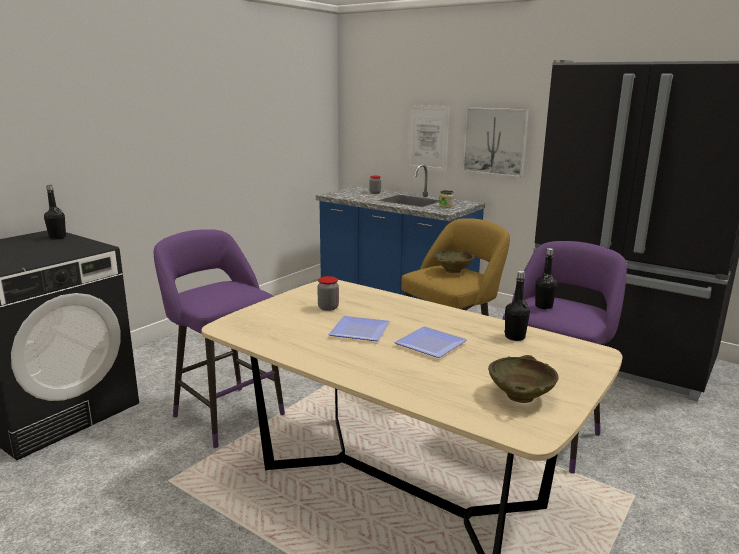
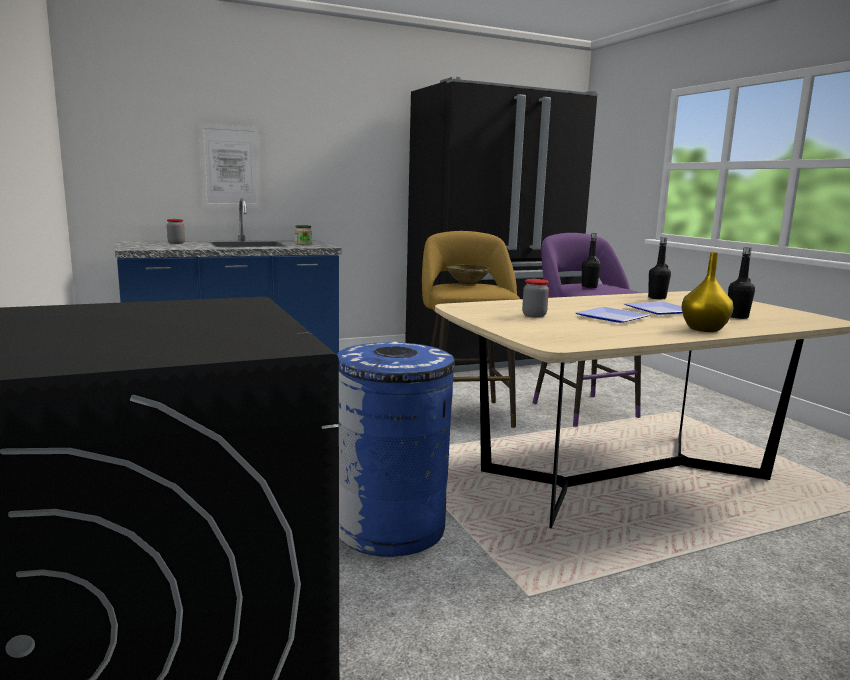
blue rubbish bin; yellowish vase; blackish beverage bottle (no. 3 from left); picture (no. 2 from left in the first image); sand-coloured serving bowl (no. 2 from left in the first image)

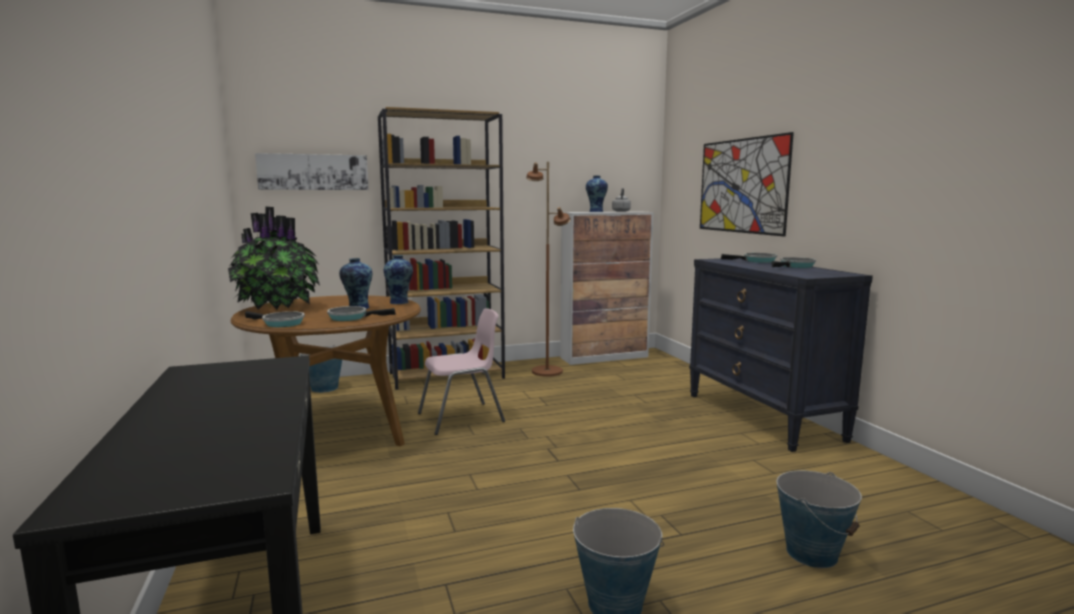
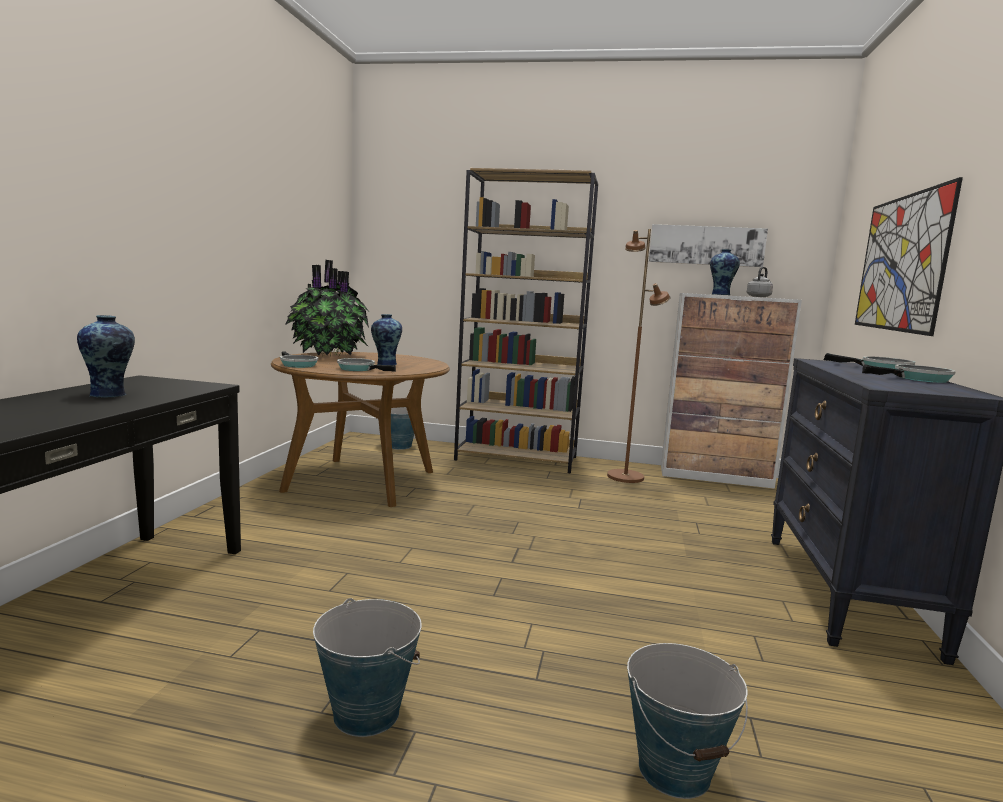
vase (no. 1 from left); picture (no. 1 from left); pink-coloured chair

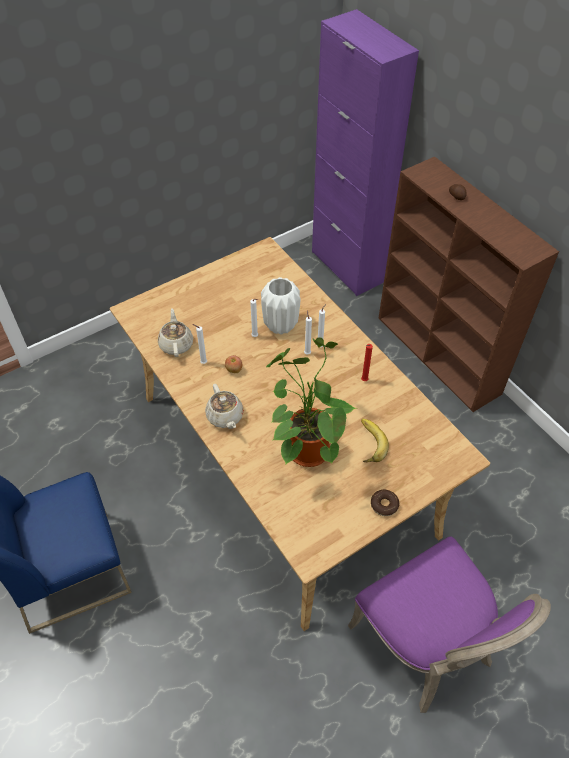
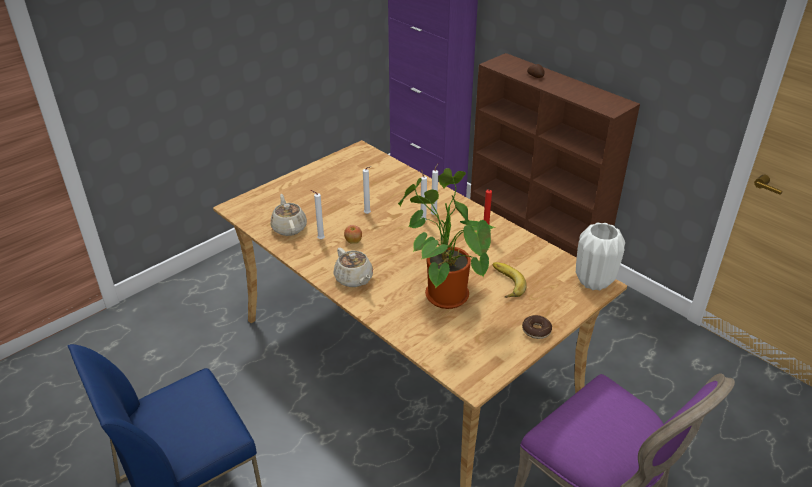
white-coloured vase

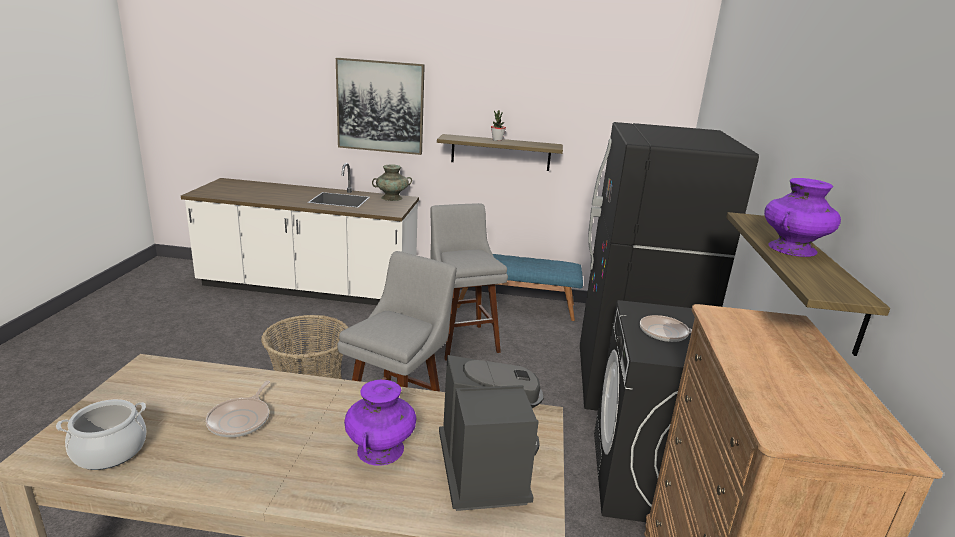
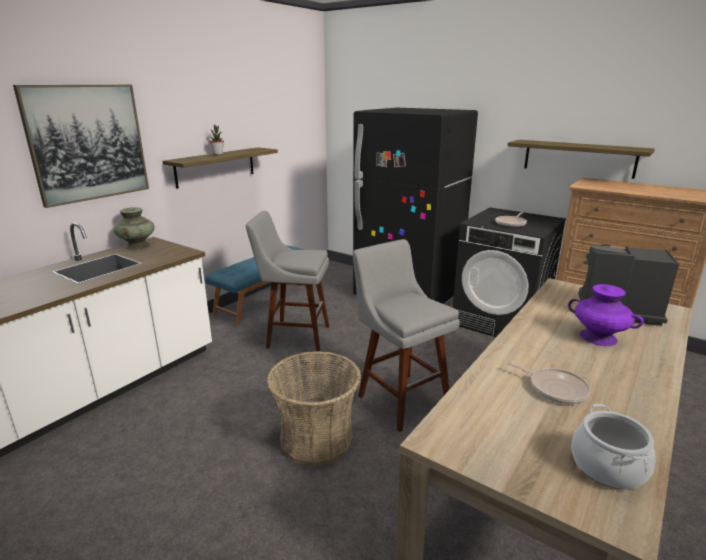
purple vase (no. 2 from left in the first image)

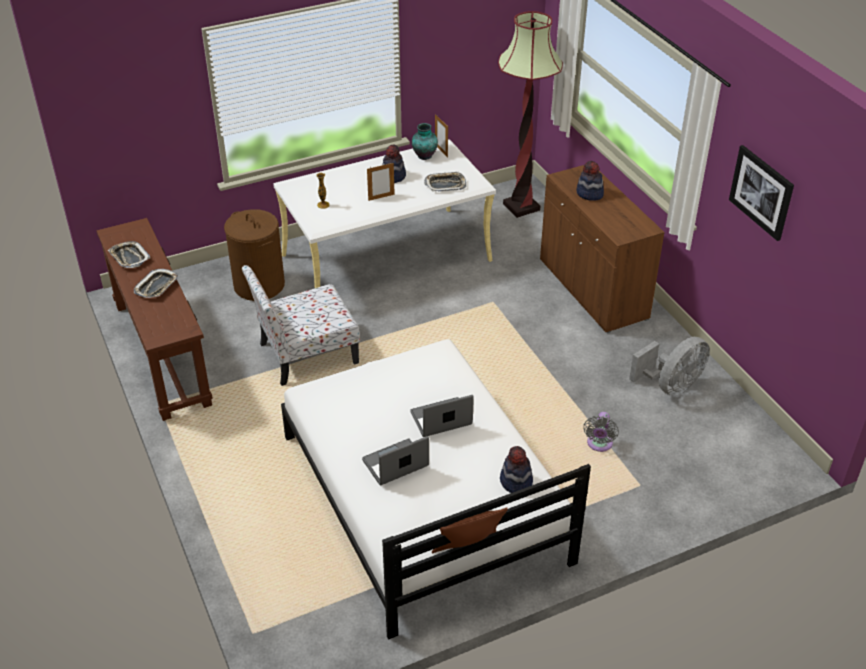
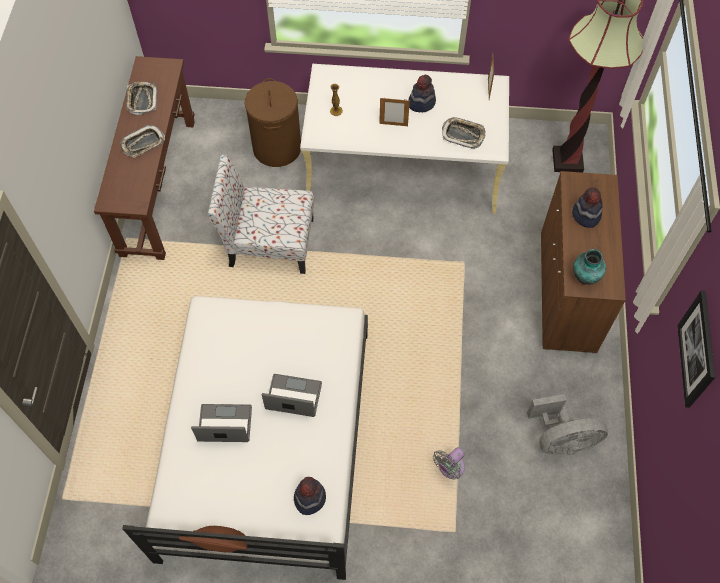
vase (no. 2 from left)

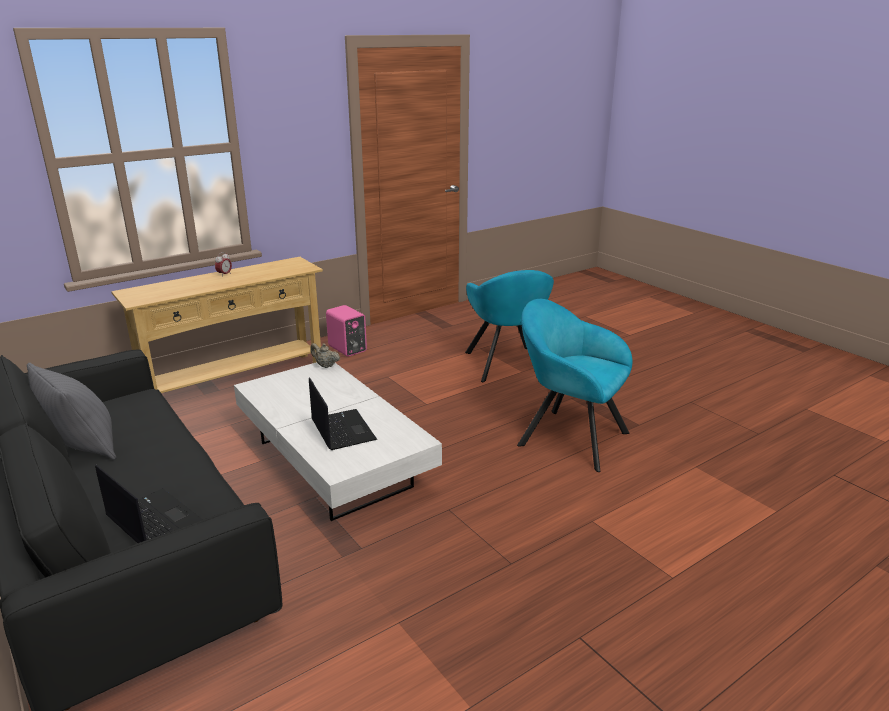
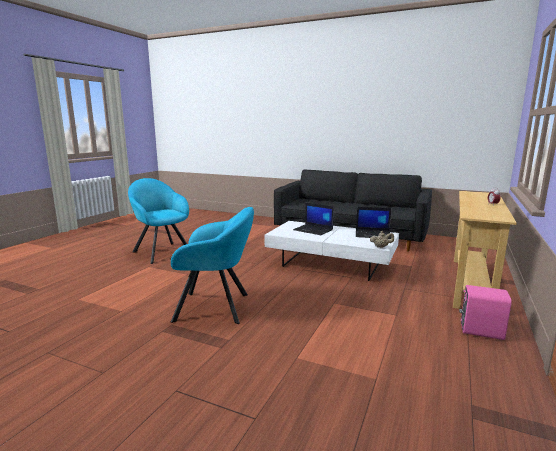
turquoise-coloured armchair (no. 1 from left); laptop (no. 2 from left); grey throw pillow

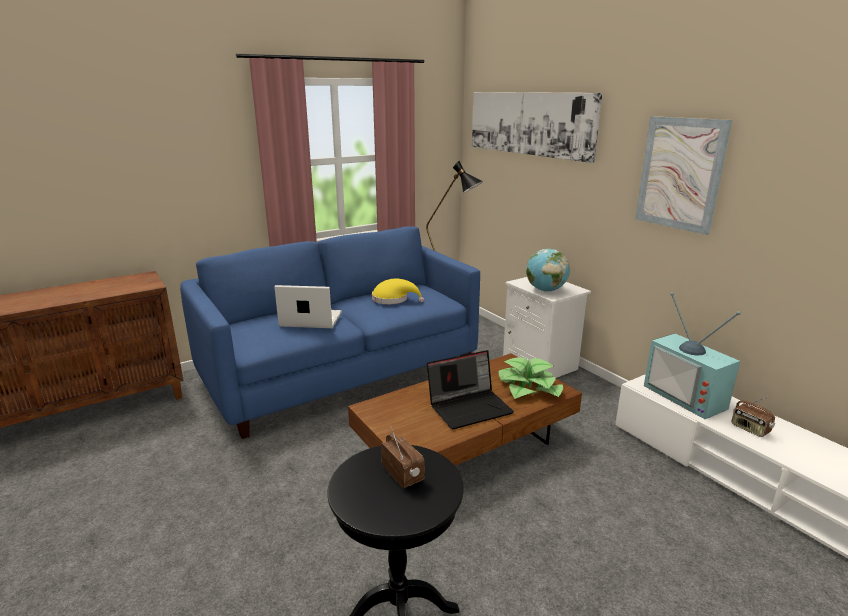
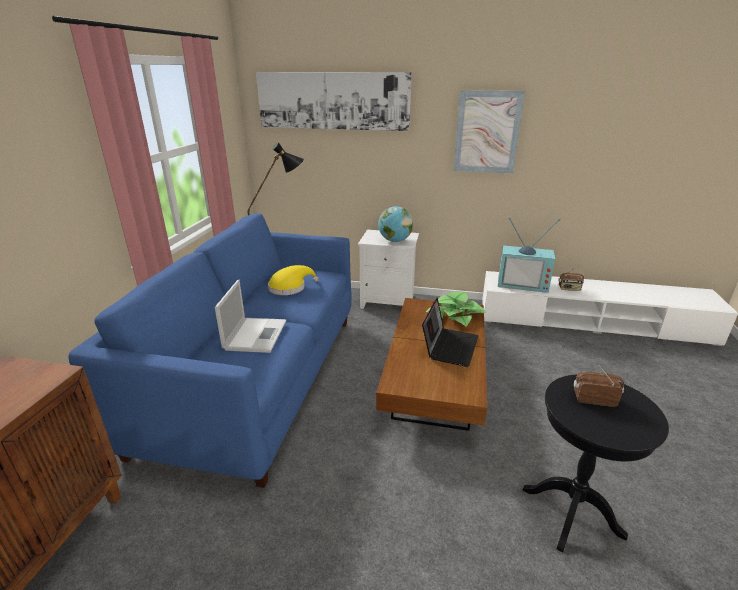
laptop (no. 1 from left)

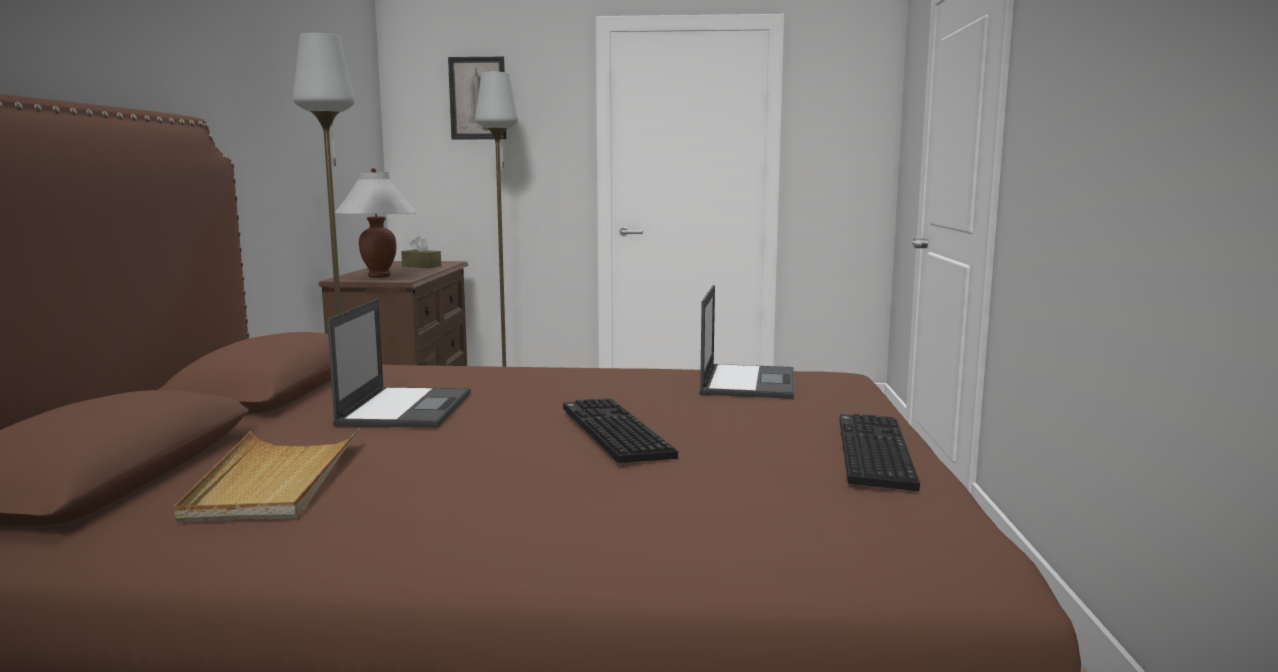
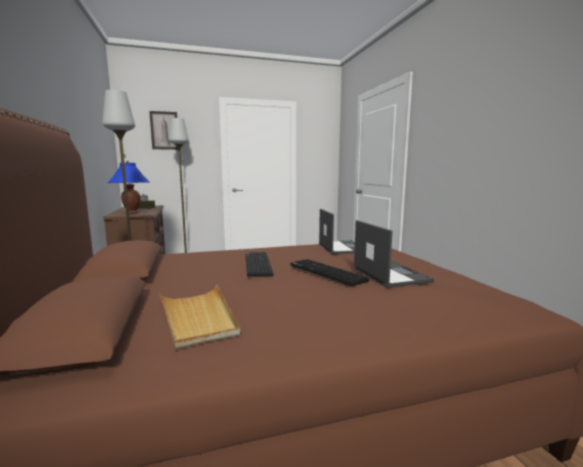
blue table lamp; PC keyboard (no. 1 from left); laptop (no. 2 from left)

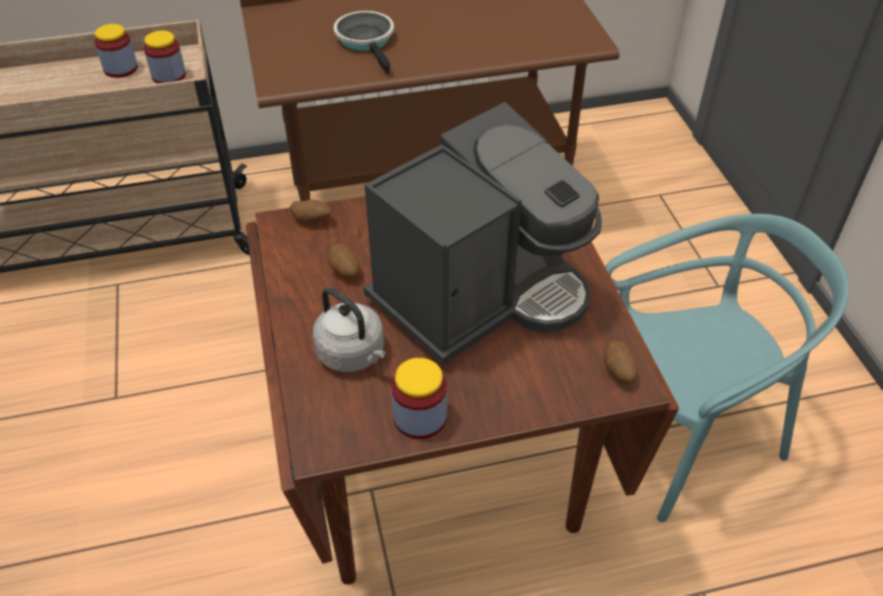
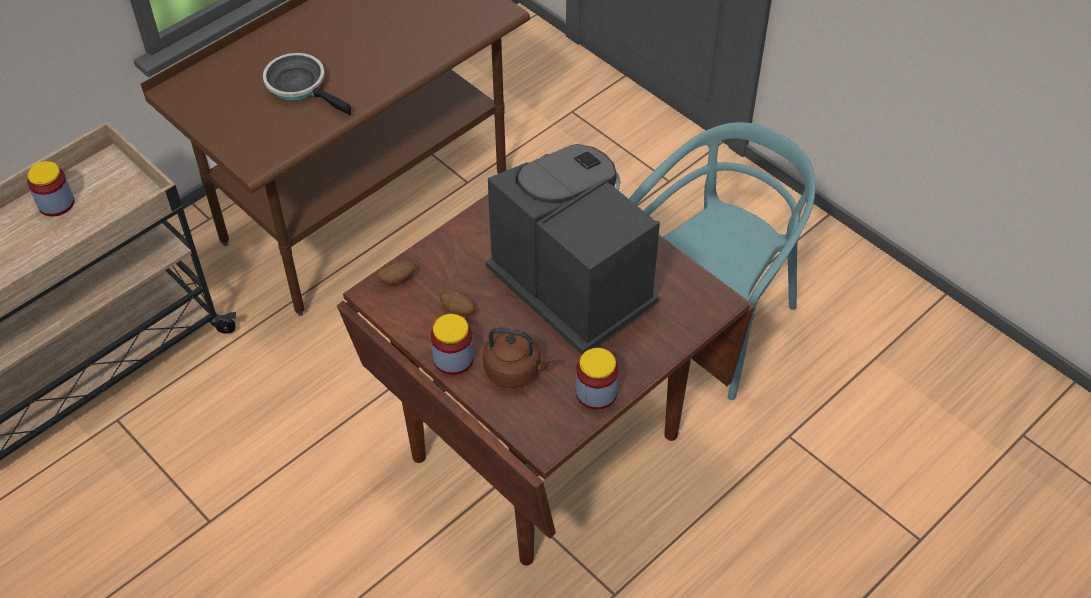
jar (no. 2 from left); brown-coloured kettle; coffee maker; potato (no. 3 from left in the first image)

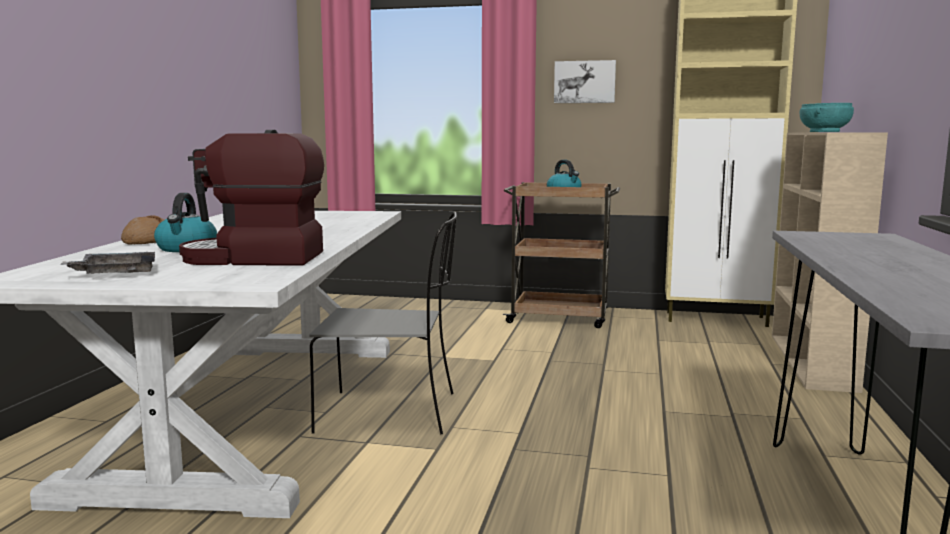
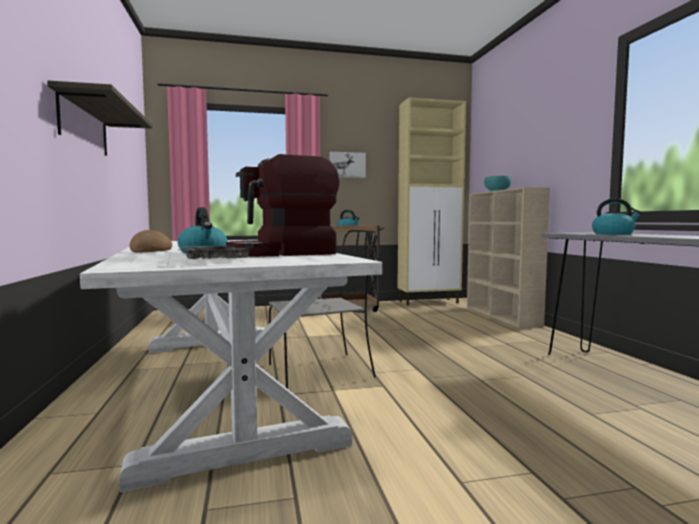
shelf; kettle (no. 3 from left)

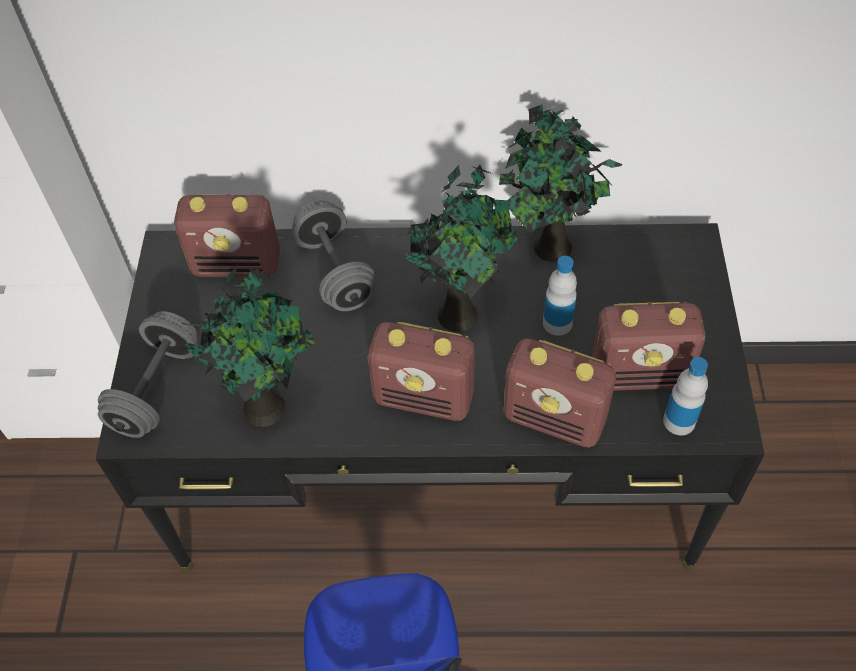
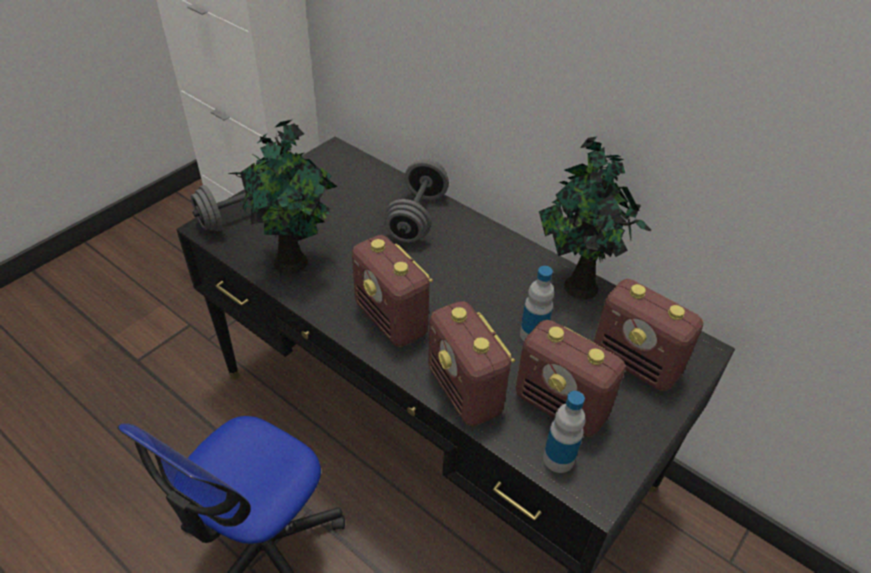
radio (no. 4 from left); potted plant (no. 2 from left in the first image)

